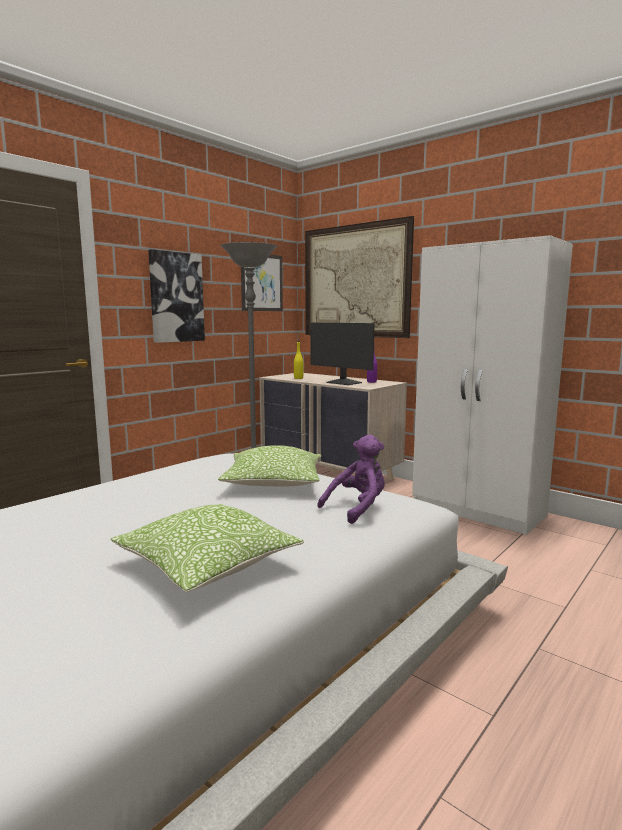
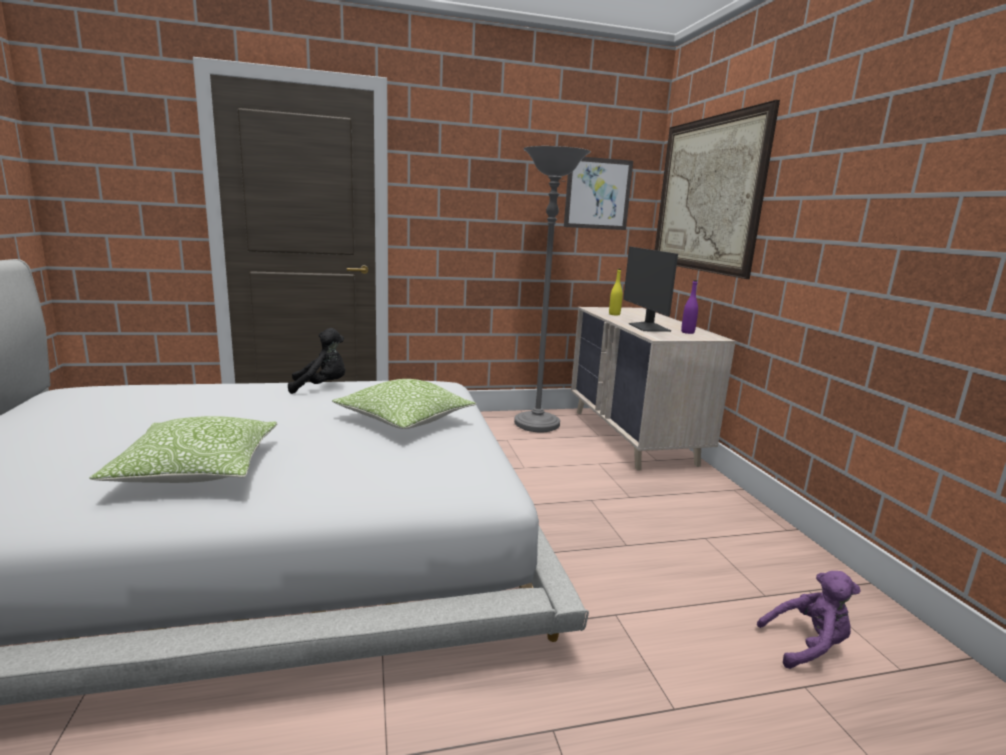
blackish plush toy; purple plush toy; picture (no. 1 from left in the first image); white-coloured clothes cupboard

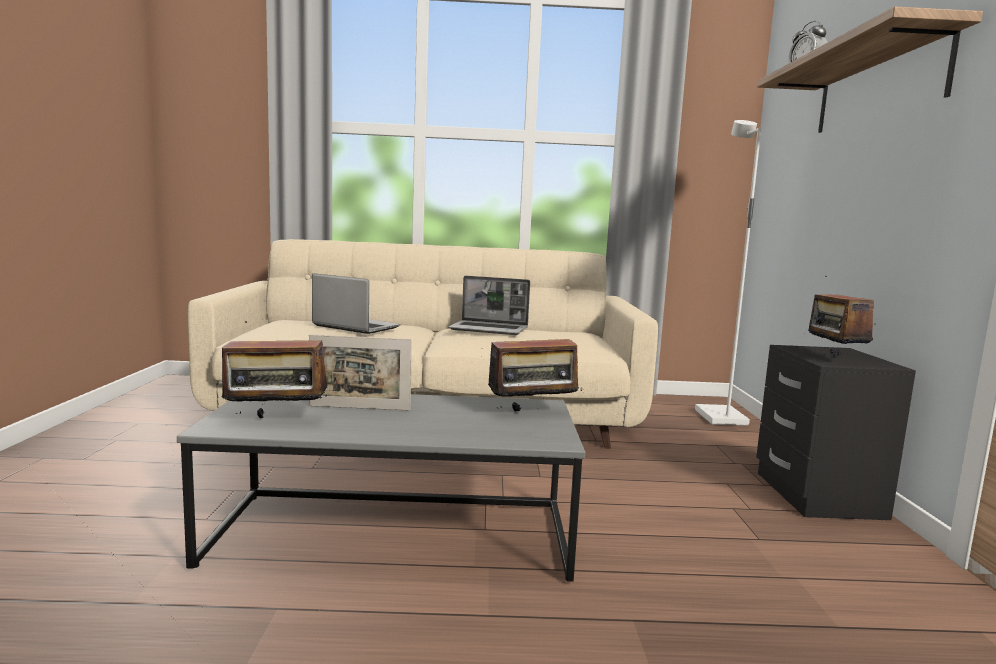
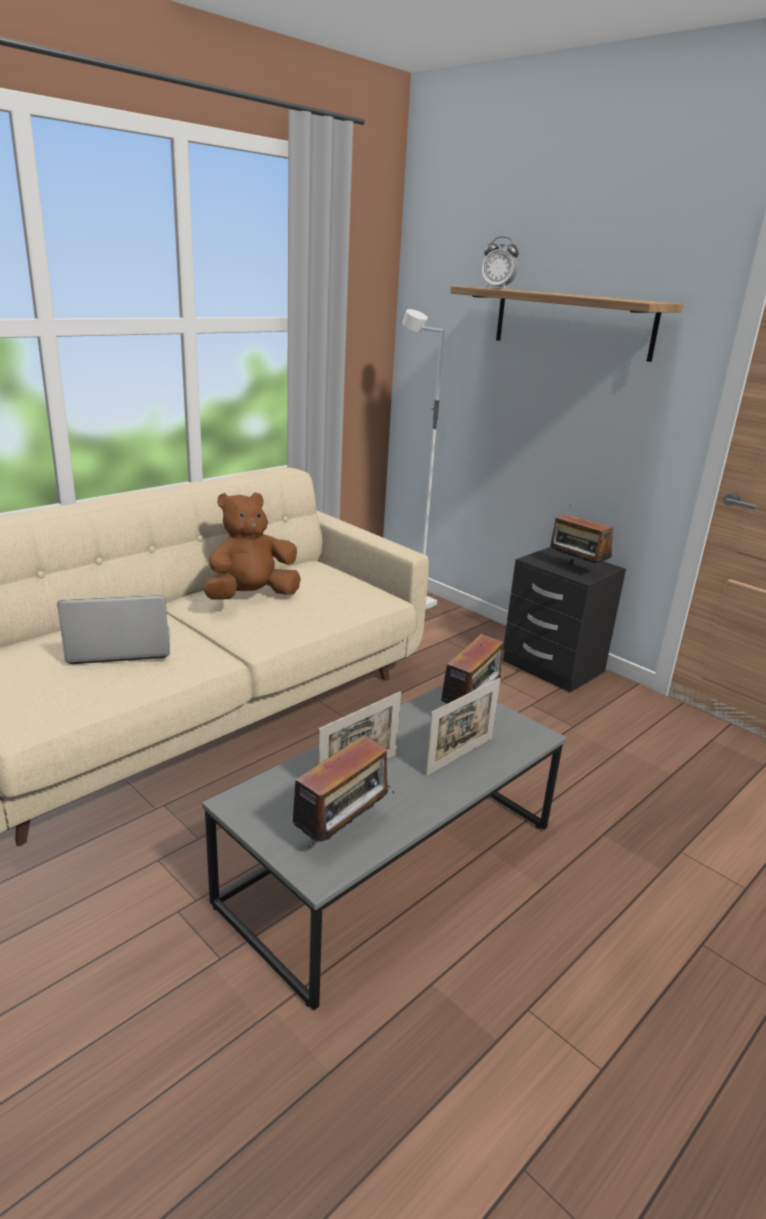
brown-coloured plush toy; standing frame (no. 2 from left)

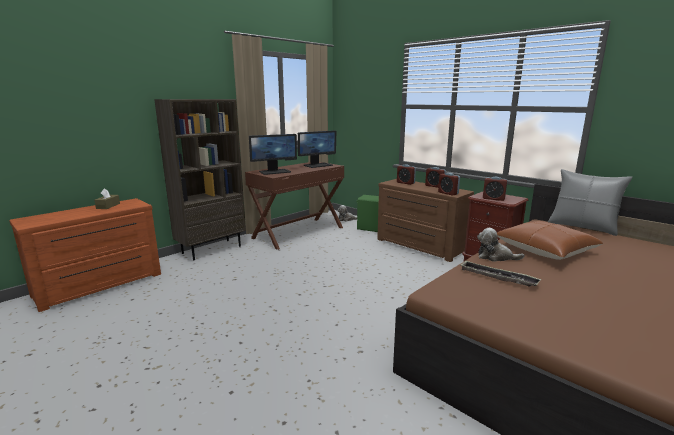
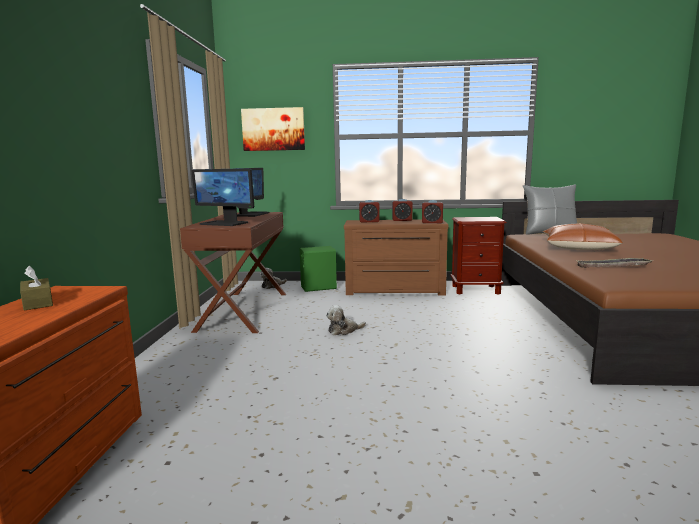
monitor (no. 1 from left); picture; plush toy (no. 2 from left); brown-coloured bookcase; bedside clock (no. 4 from left in the first image)

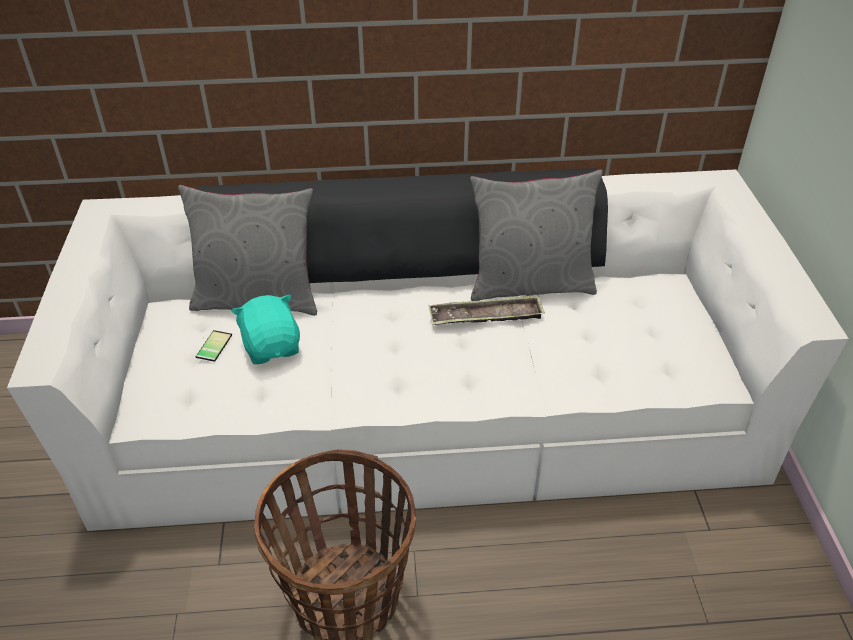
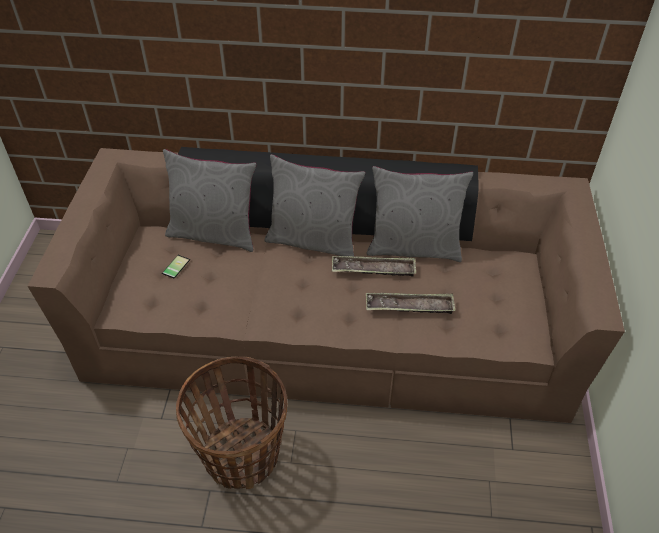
brown-coloured settee; grey throw pillow (no. 2 from left); tray (no. 2 from left); turquoise-coloured plush toy

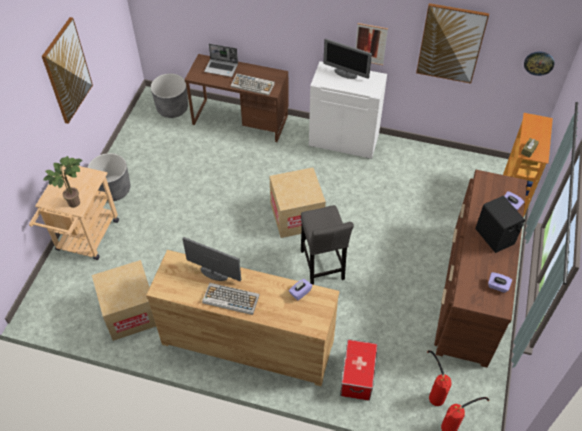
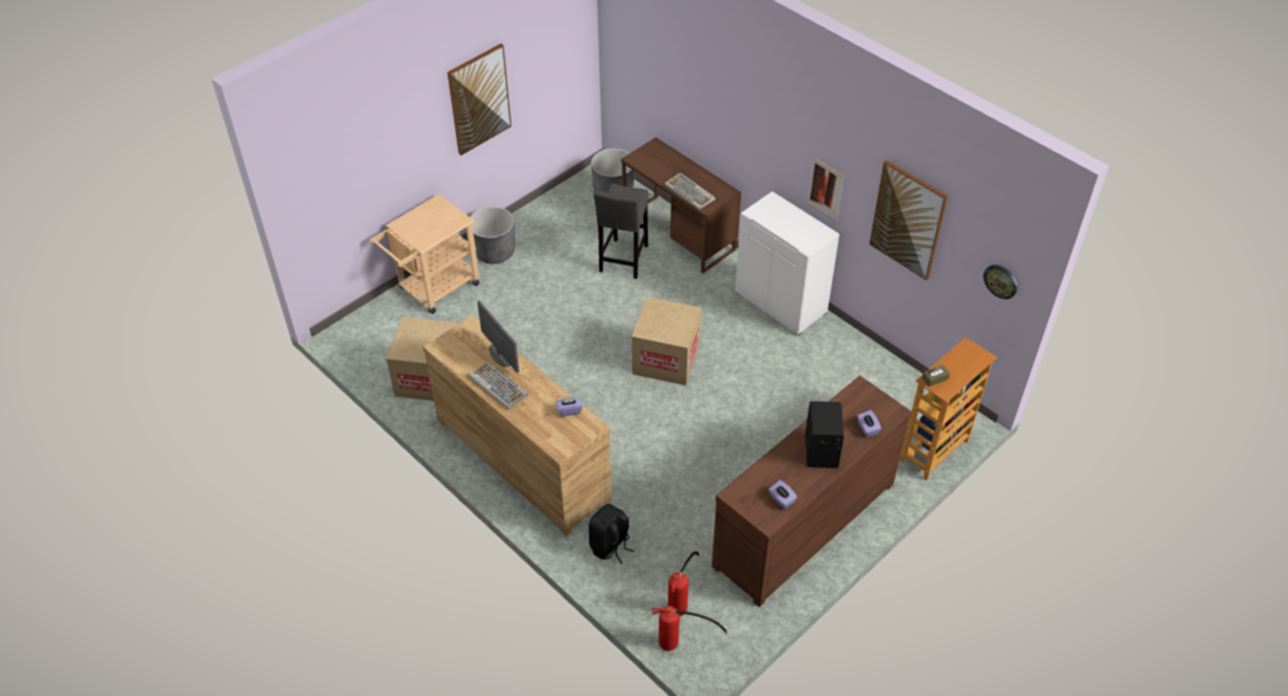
blackish backpack; grey stool; potted plant; laptop; monitor (no. 2 from left in the first image)

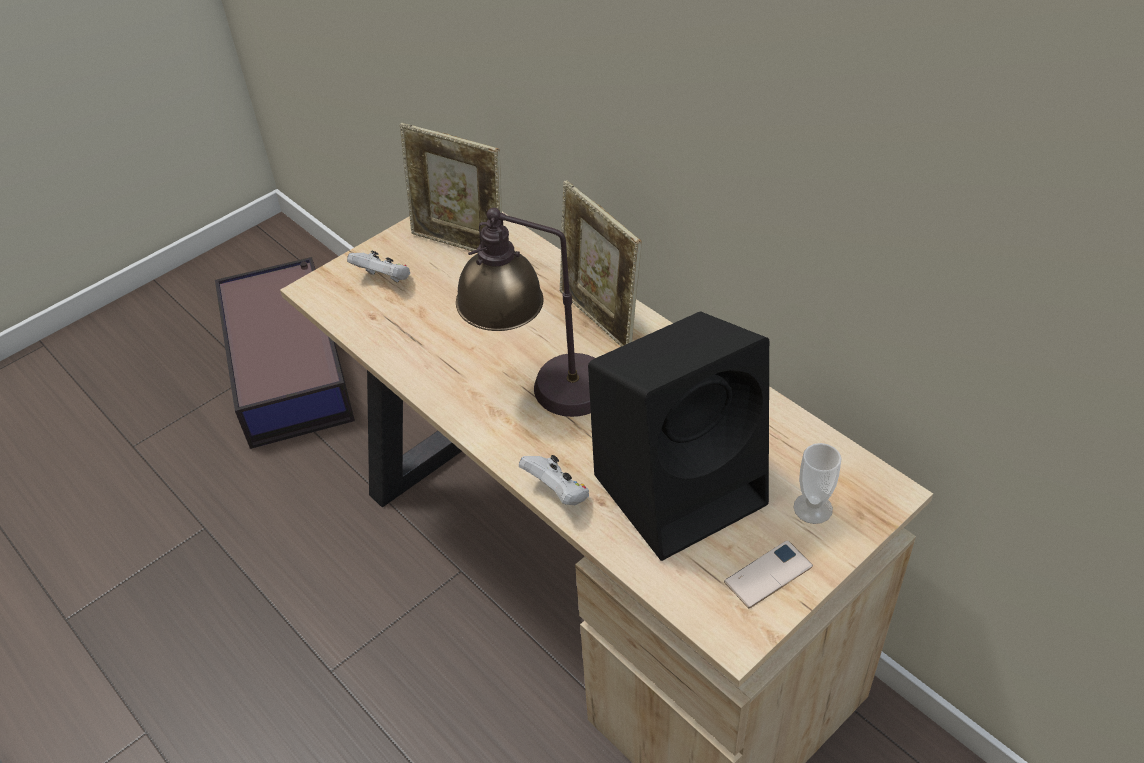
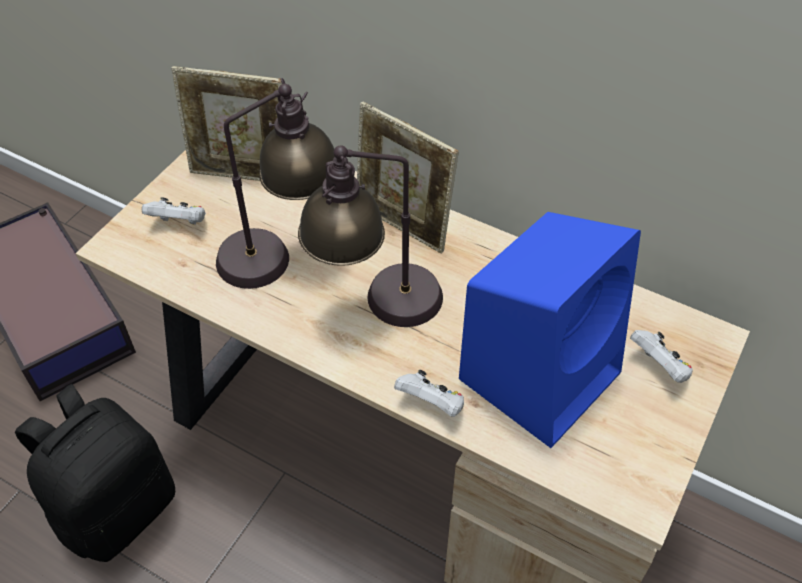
blackish backpack; table lamp (no. 1 from left); blue audio speaker; white-coloured gamepad (no. 3 from left); phone

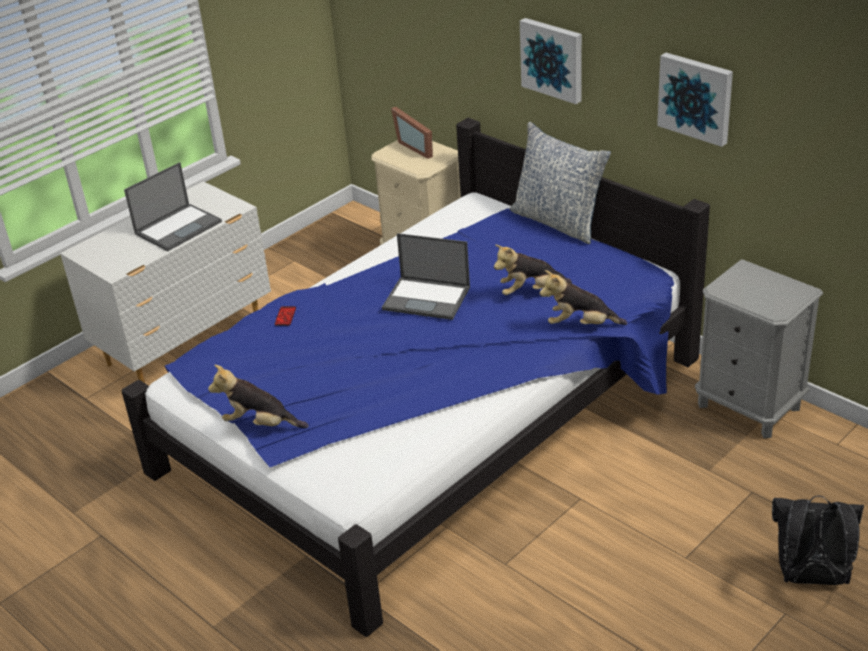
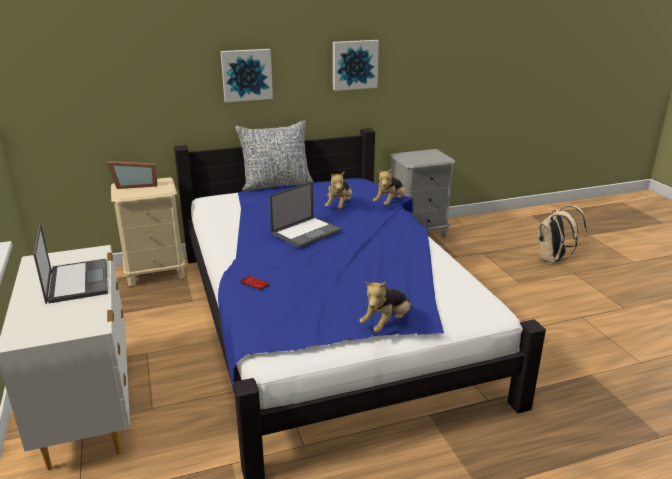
sand-coloured backpack

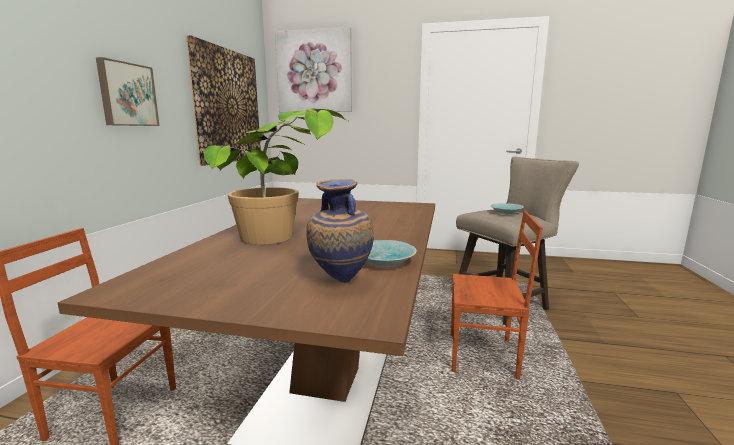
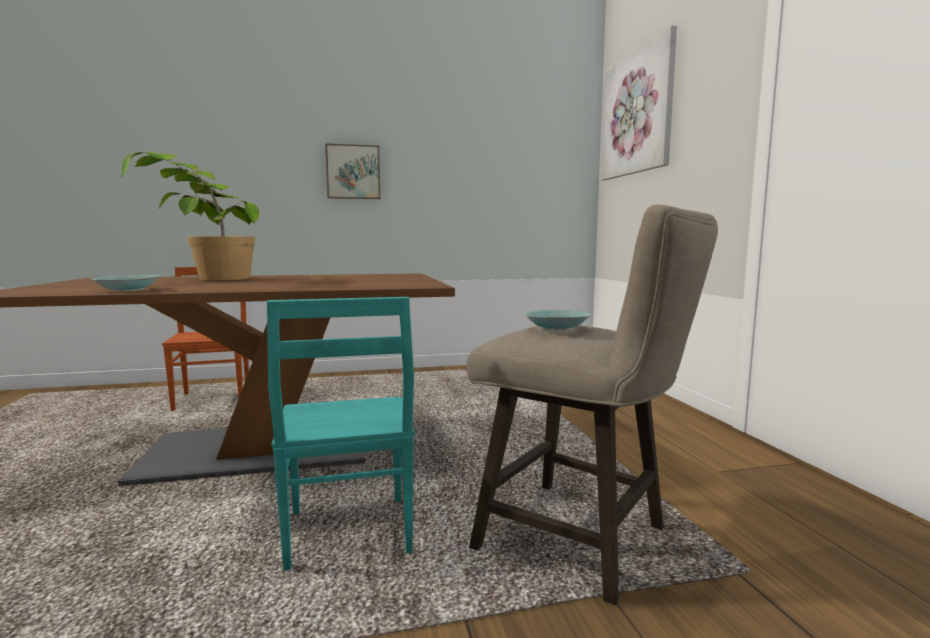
turquoise-coloured chair; picture (no. 2 from left in the first image); vase

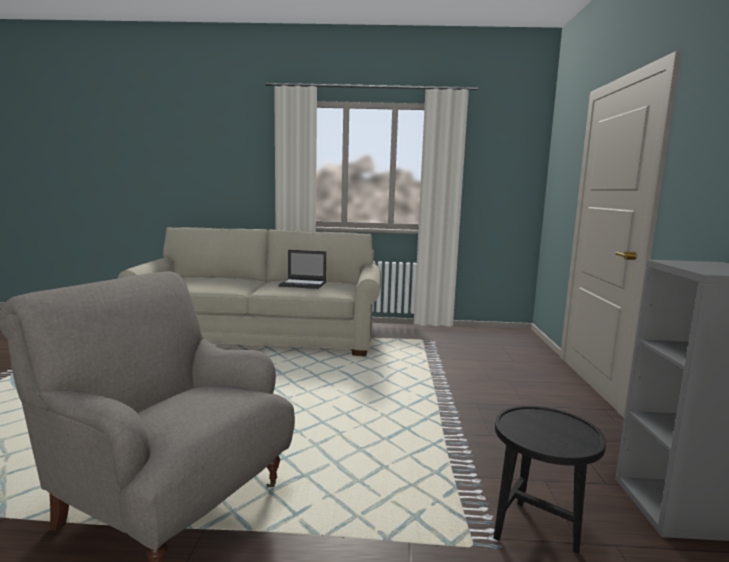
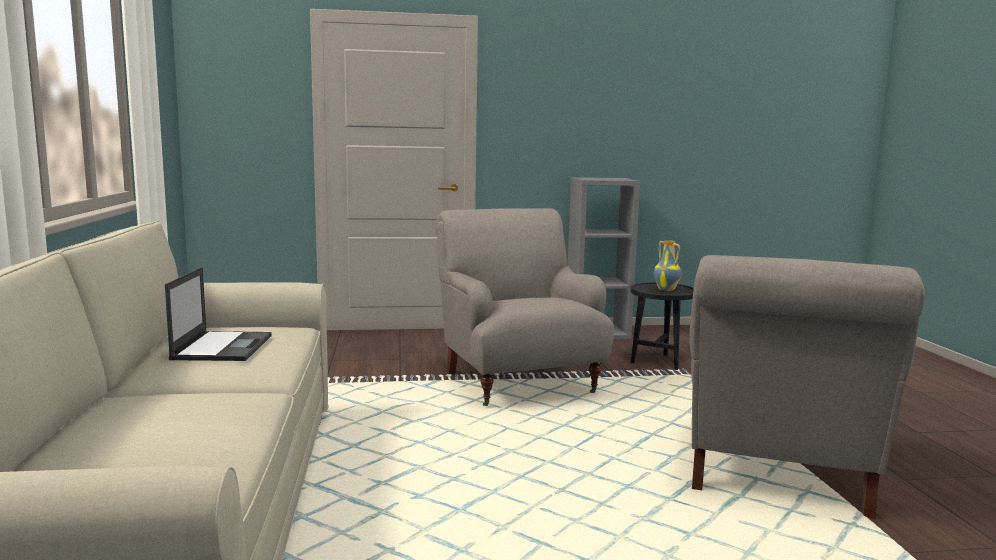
grey armchair (no. 1 from left); vase

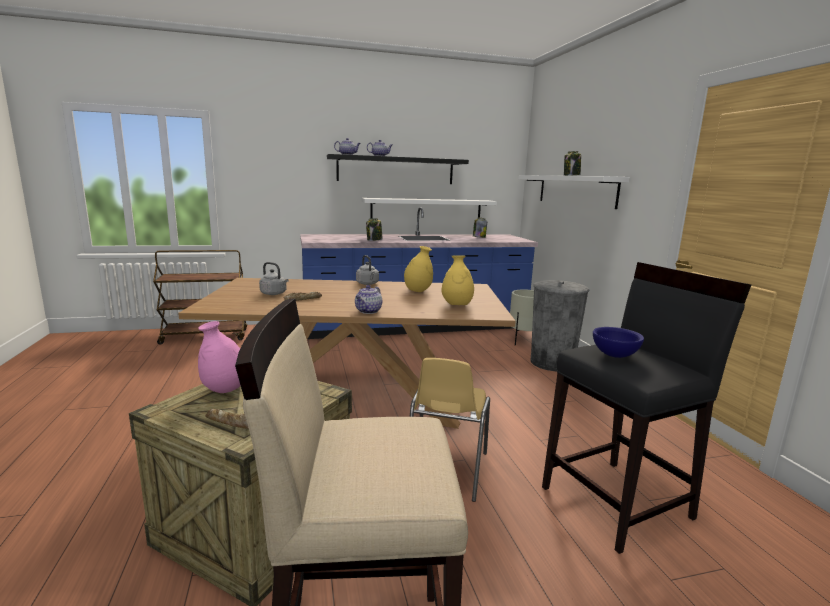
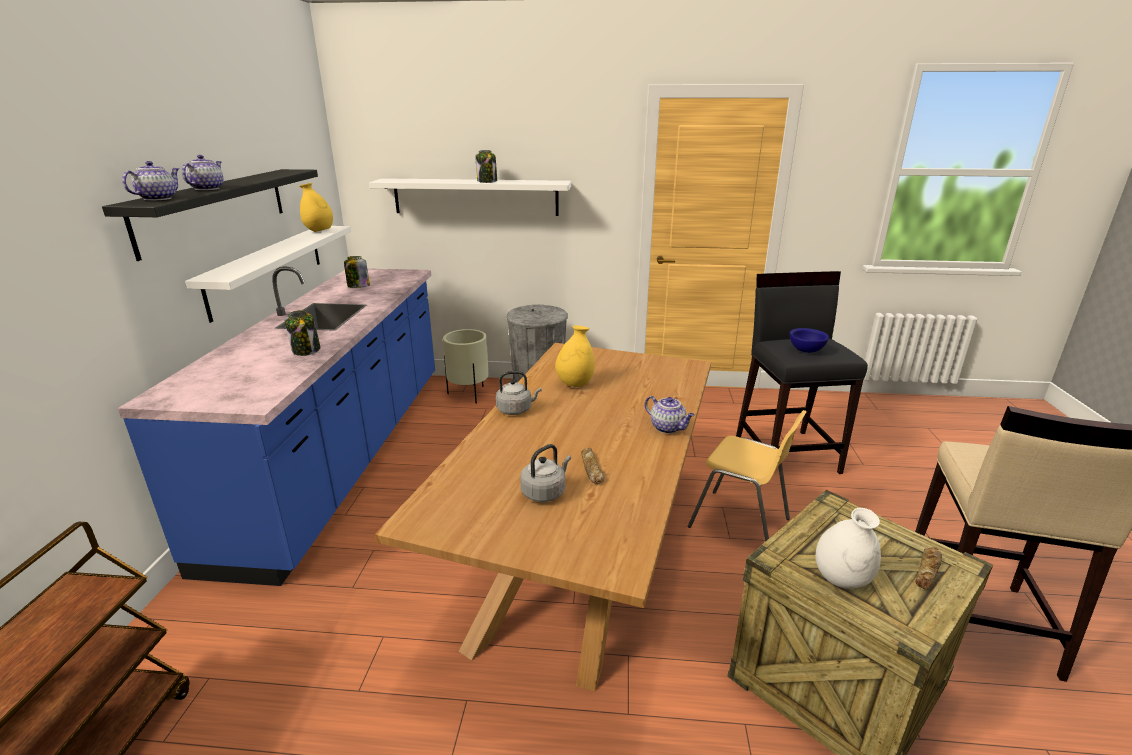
yellowish vase (no. 1 from left); white-coloured vase

